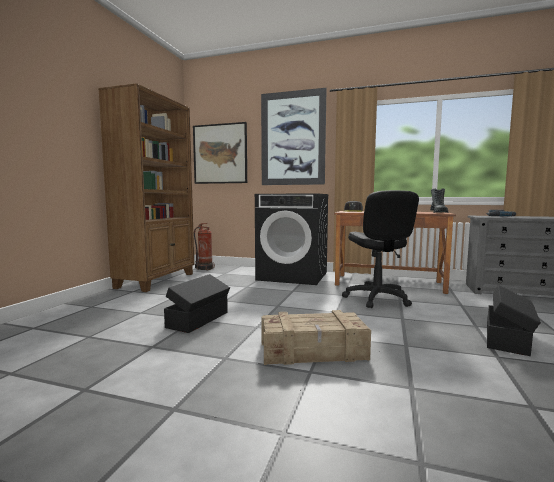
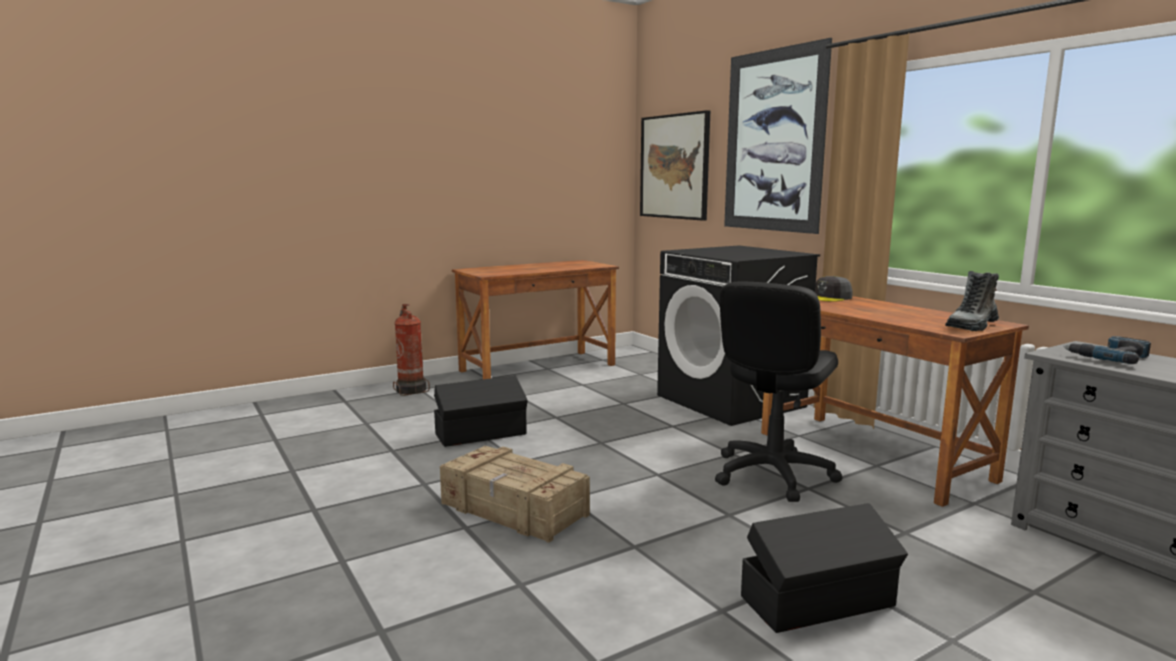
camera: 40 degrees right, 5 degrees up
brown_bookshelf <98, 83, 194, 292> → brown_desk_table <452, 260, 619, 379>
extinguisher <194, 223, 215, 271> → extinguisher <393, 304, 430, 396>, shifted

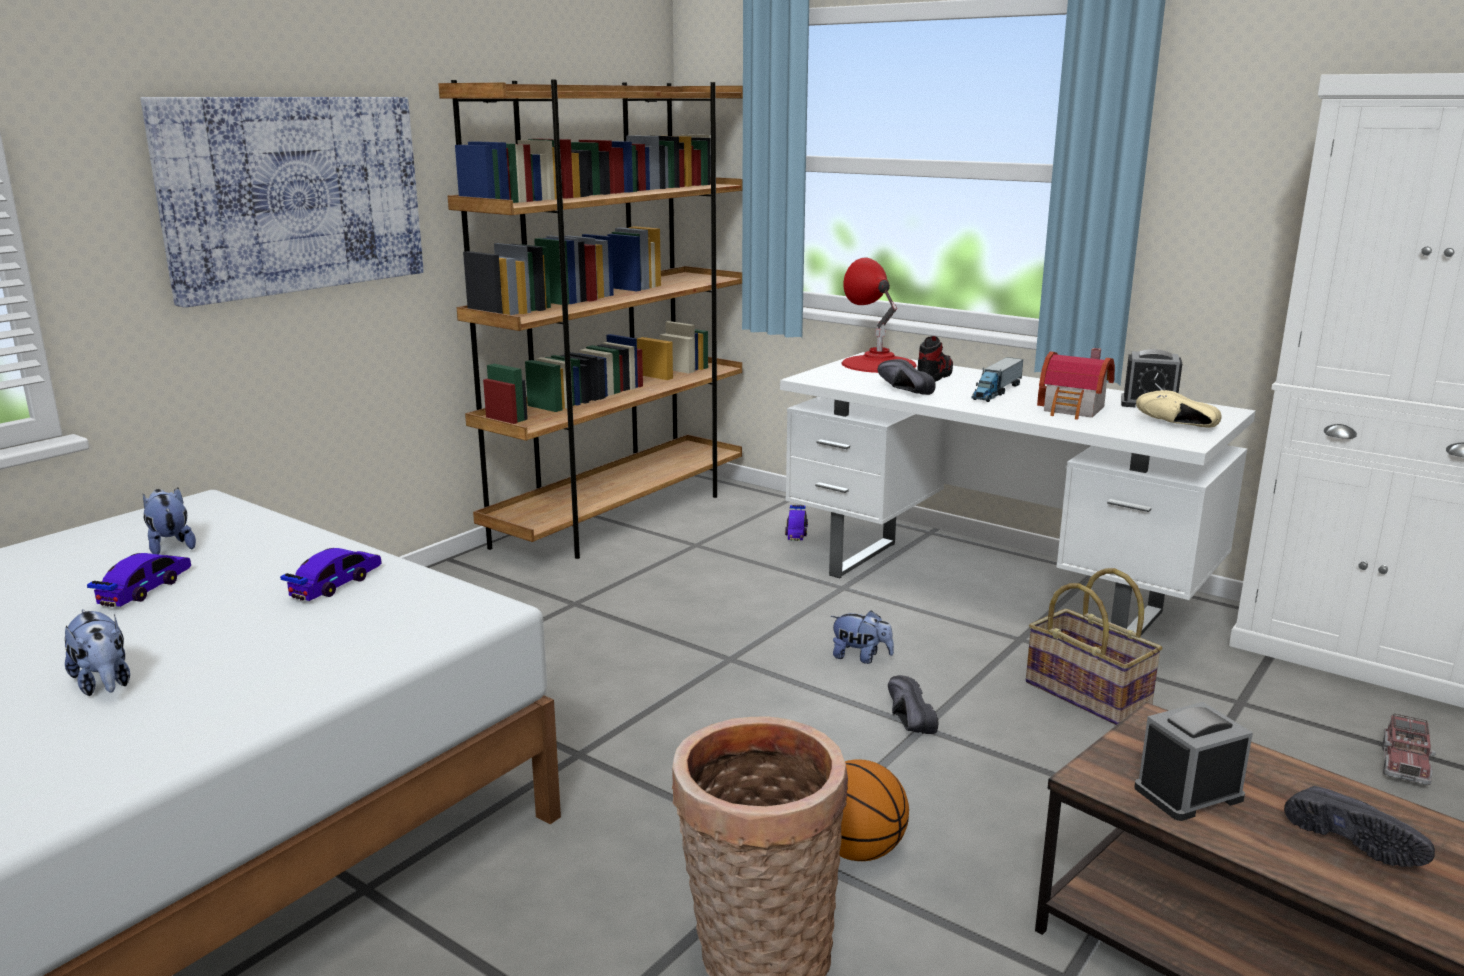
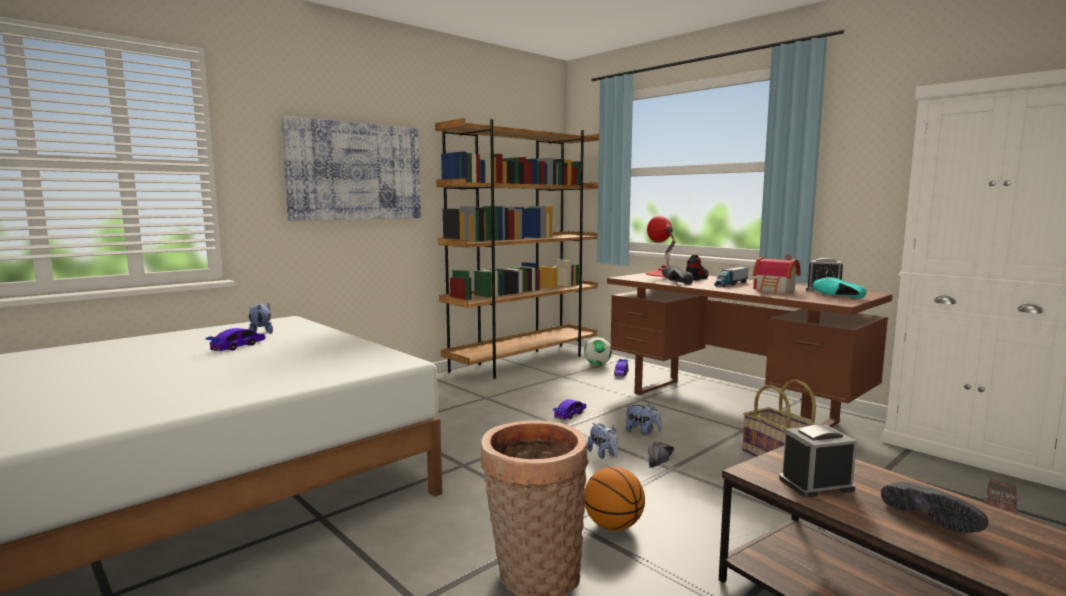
camera: 10 degrees right, 10 degrees down
white-coloured_desk_table <780, 352, 1256, 635> → brown_desk_table <607, 273, 893, 427>
beige_low_shoe <1136, 390, 1221, 428> → turquoise_low_shoe <813, 277, 866, 299>
miniature_car <280, 548, 381, 601> → miniature_car <553, 399, 586, 420>, shifted
cuddly_toy <65, 609, 130, 696> → cuddly_toy <587, 423, 618, 459>, shifted
black_low_shoe <888, 675, 938, 734> → black_low_shoe <648, 442, 674, 467>, 150 degrees counterclockwise
- → football_ball <584, 337, 612, 365>

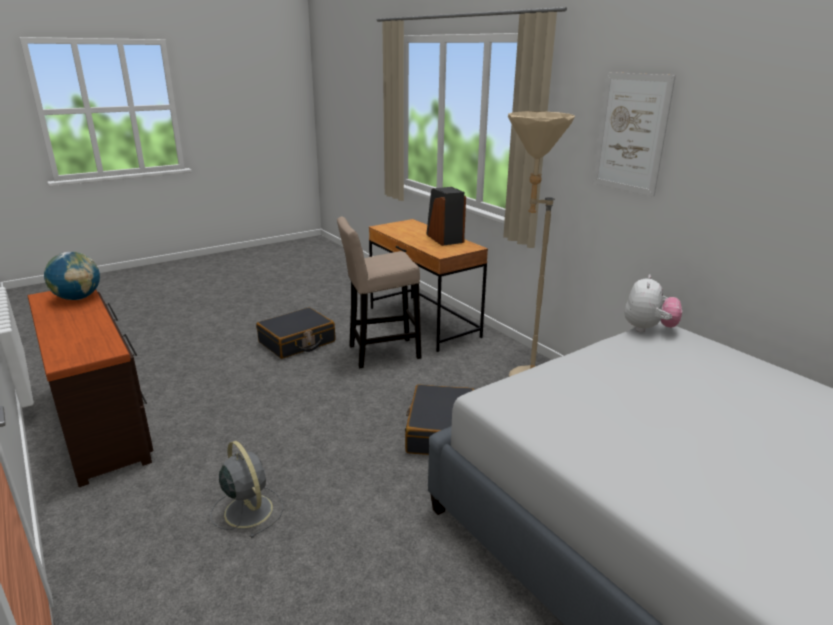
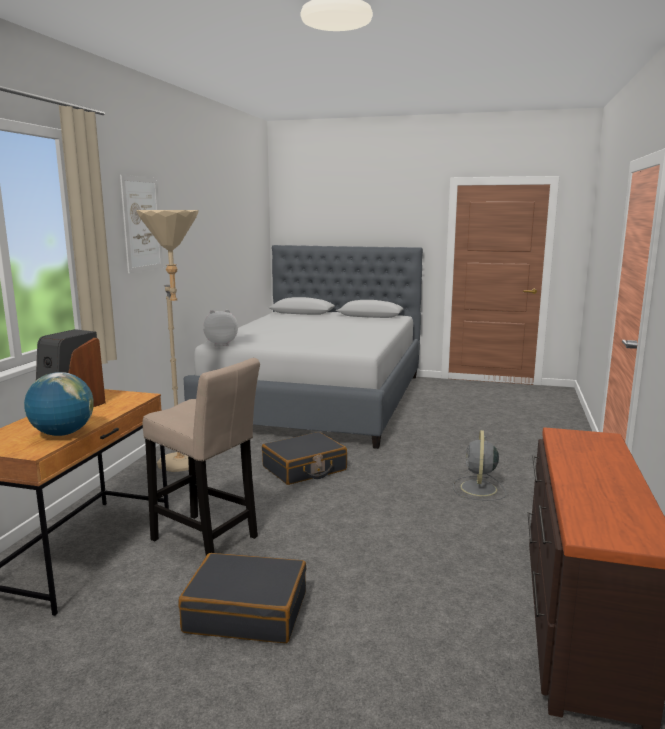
camera: 130 degrees left, 10 degrees down
globe <44, 252, 100, 300> → globe <24, 372, 94, 436>, shifted

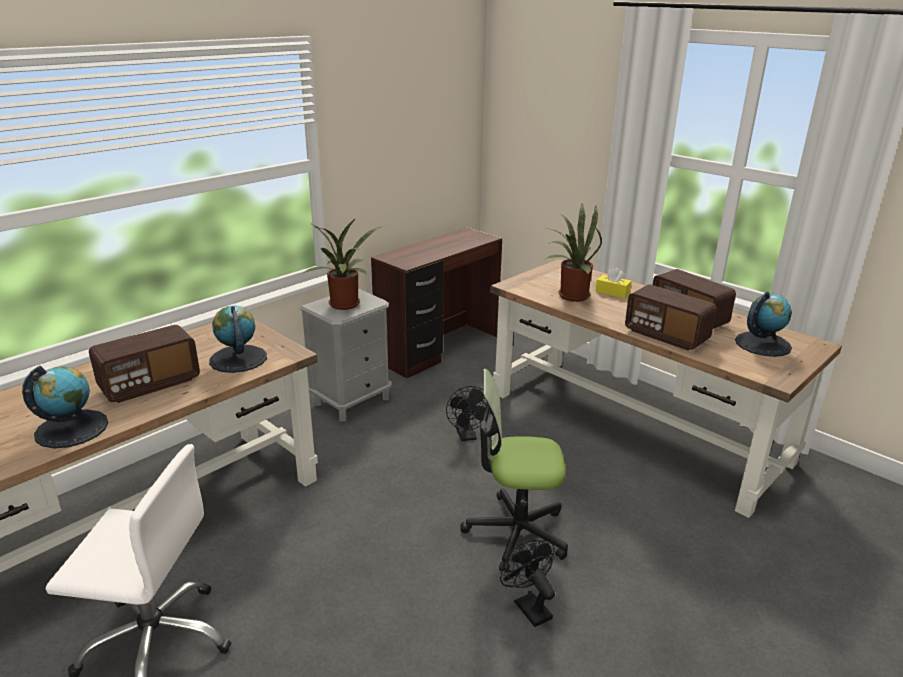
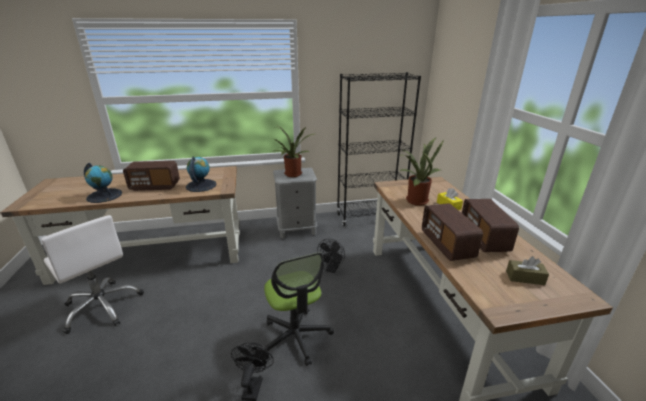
camera: 35 degrees right, 0 degrees up
brown_desk_table <371, 228, 502, 379> → black_bookshelf <337, 72, 421, 226>
globe <735, 291, 792, 357> → brown_tissue_holder <506, 256, 549, 285>
office_chair <460, 369, 568, 573> → office_chair <264, 252, 334, 366>, 150 degrees counterclockwise

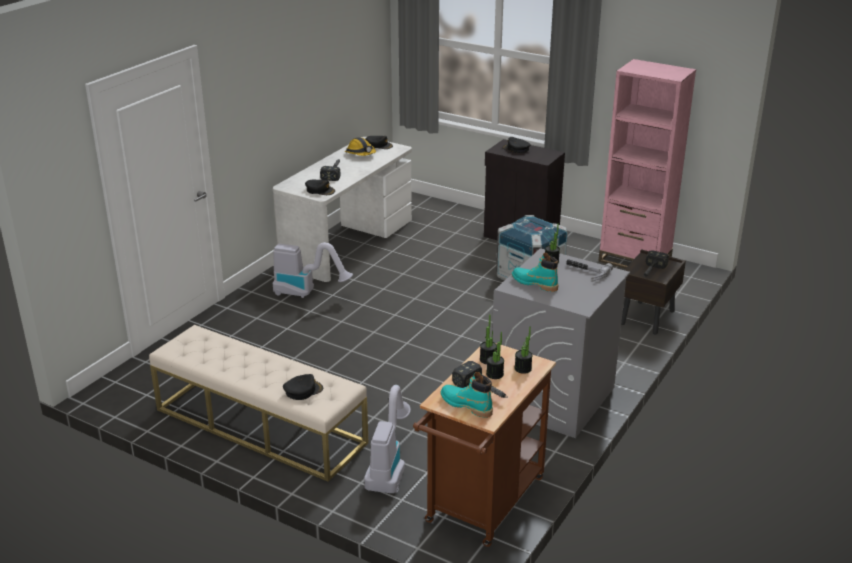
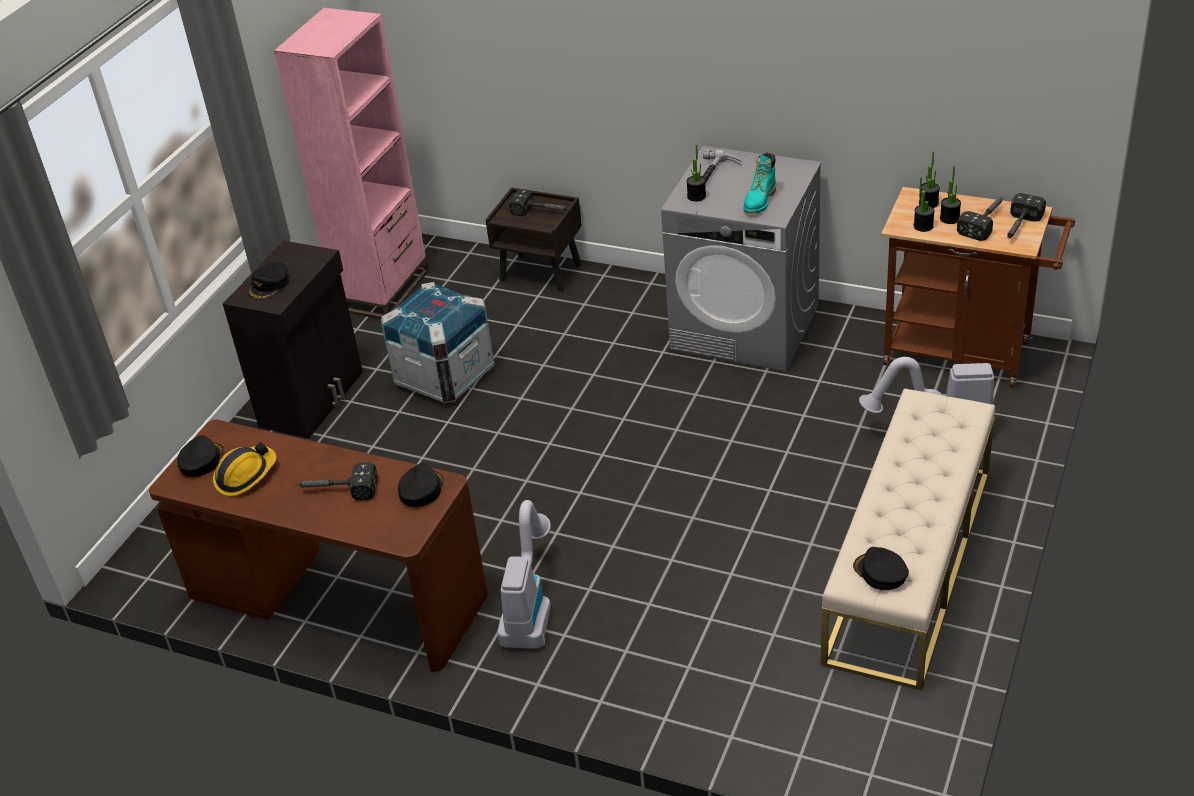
camera: 95 degrees left, 10 degrees up
white-coloured_desk_table <273, 137, 412, 282> → brown_desk_table <149, 419, 488, 672>
turquoise_tall_boot <440, 372, 493, 418> → hammer <1007, 193, 1046, 238>
black_cap <283, 374, 323, 400> → black_cap <853, 547, 909, 590>, shifted

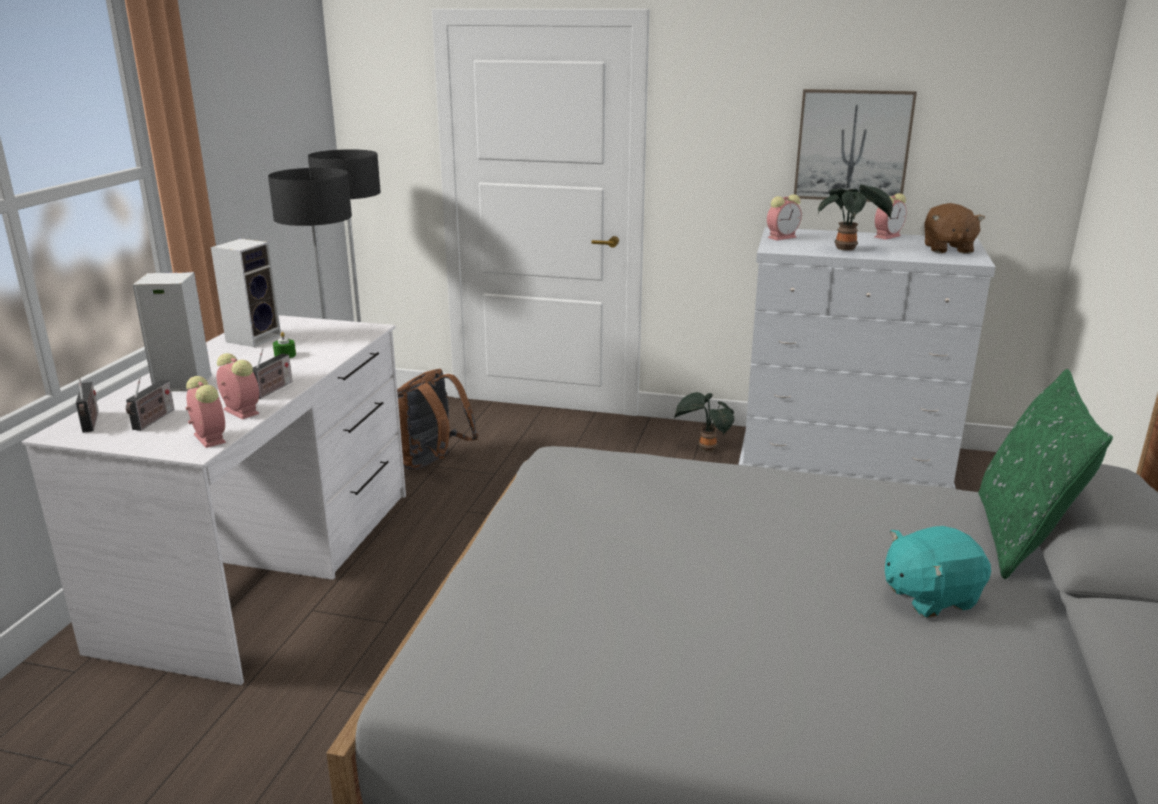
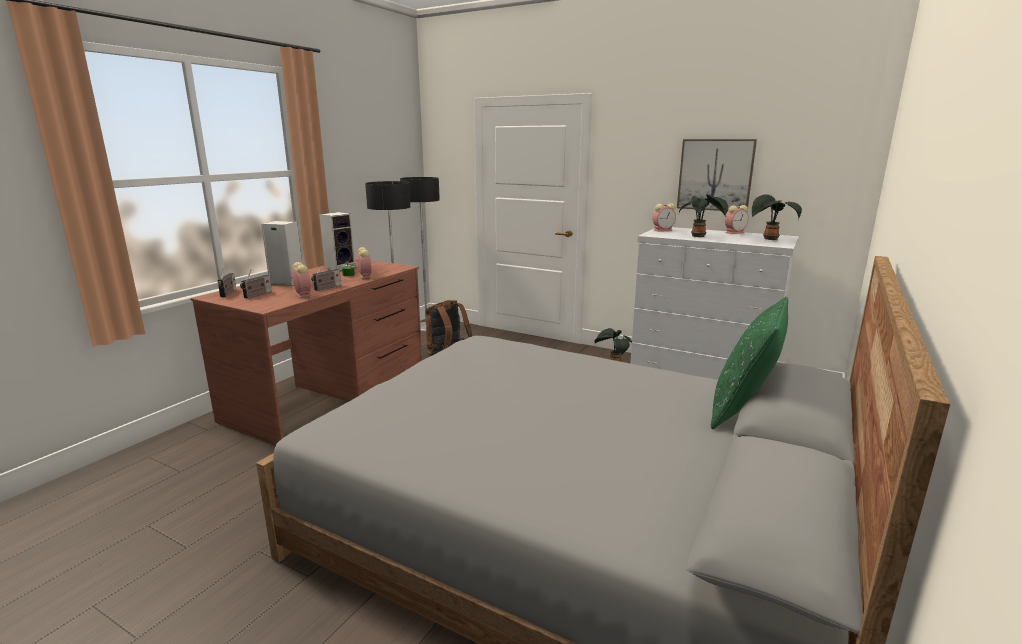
camera: 15 degrees right, 5 degrees down
brown_cuddly_toy <924, 203, 985, 254> → potted_plant <752, 195, 802, 240>
white-coloured_desk_table <22, 315, 406, 685> → brown_desk_table <190, 258, 422, 445>
table_clock <186, 376, 226, 448> → table_clock <356, 247, 371, 279>, shifted
turquoise_cuddly_toy <885, 526, 991, 618> → -

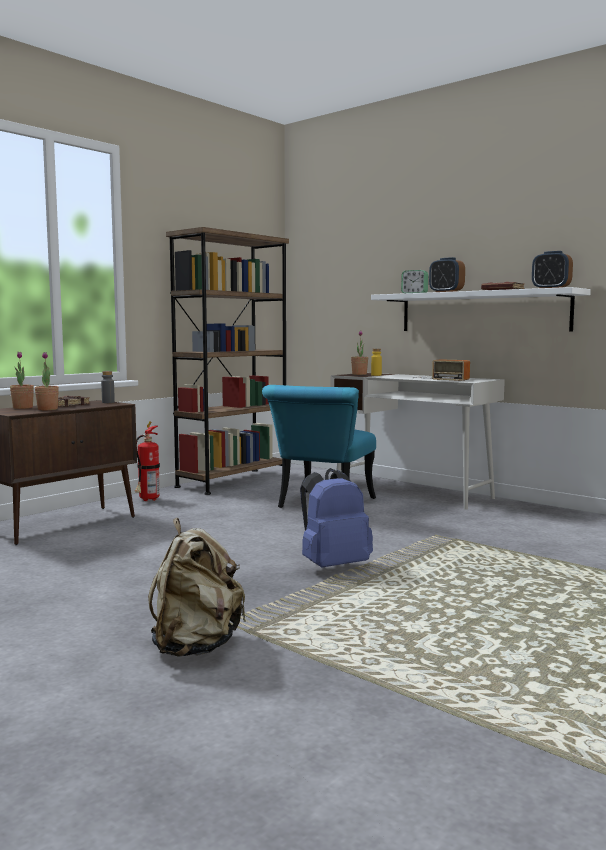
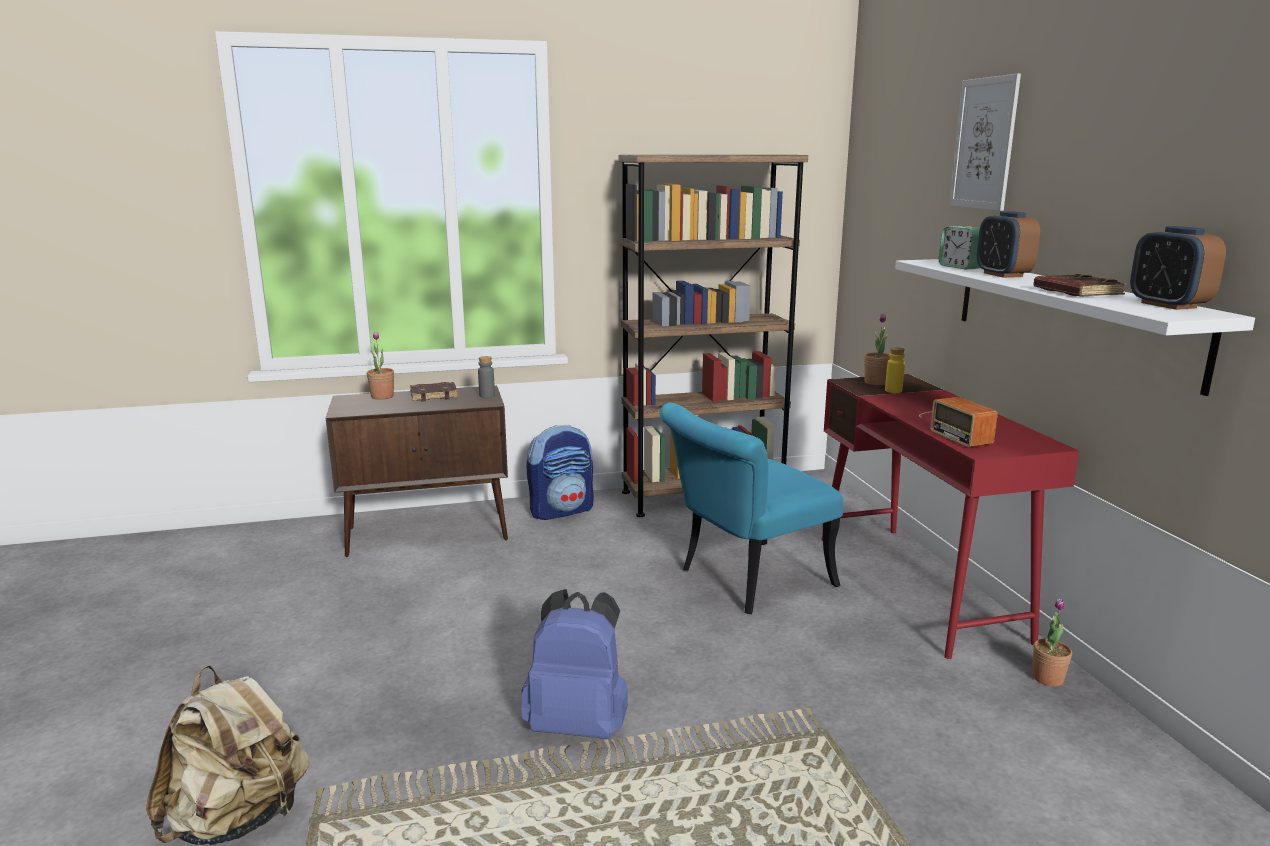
camera: 35 degrees right, 10 degrees up
potted_plant <35, 352, 59, 410> → potted_plant <1032, 599, 1072, 686>, shifted
white-coloured_desk_table <331, 373, 505, 510> → reddish_desk_table <821, 374, 1079, 659>
extinguisher <135, 421, 160, 501> → backpack <526, 425, 594, 520>
- → wall_picture <949, 74, 1021, 211>

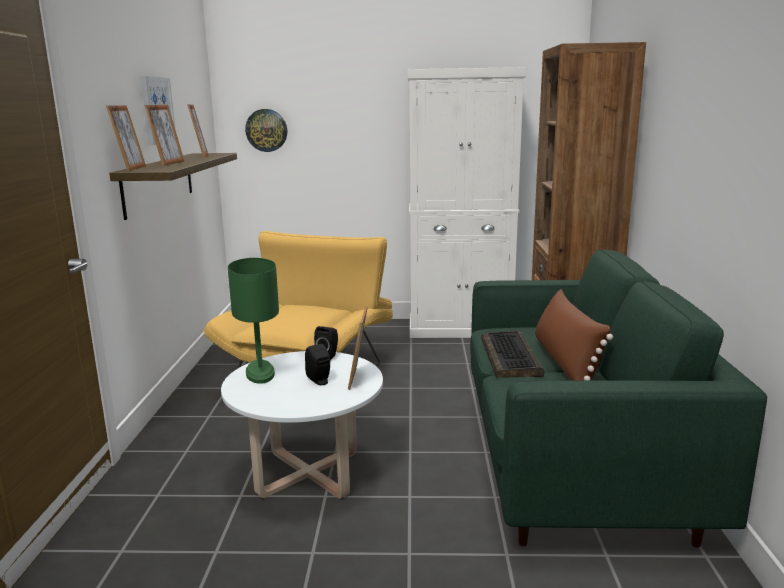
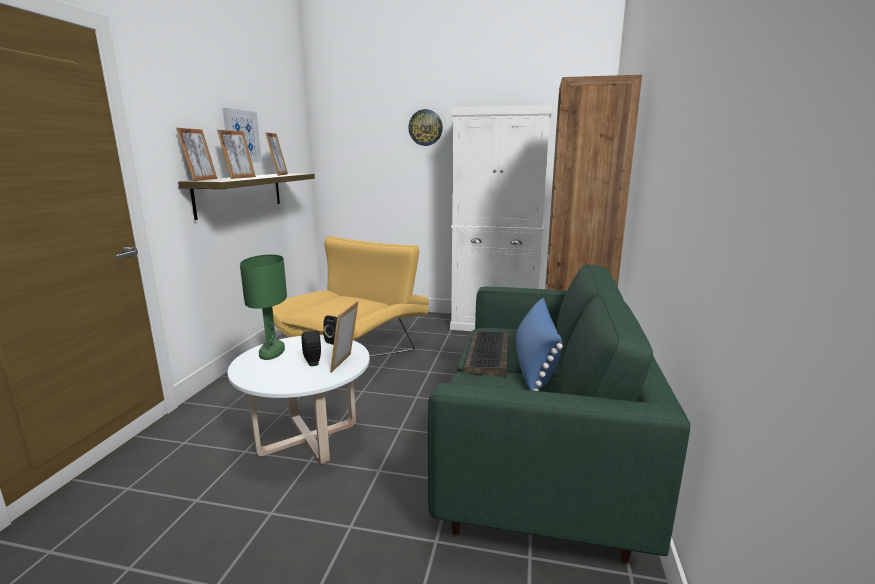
camera: 10 degrees right, 0 degrees up
wall_clock <245, 109, 287, 152> → wall_clock <408, 109, 443, 146>, shifted
brown_pillow <535, 289, 613, 381> → bluish_pillow <516, 298, 563, 391>

